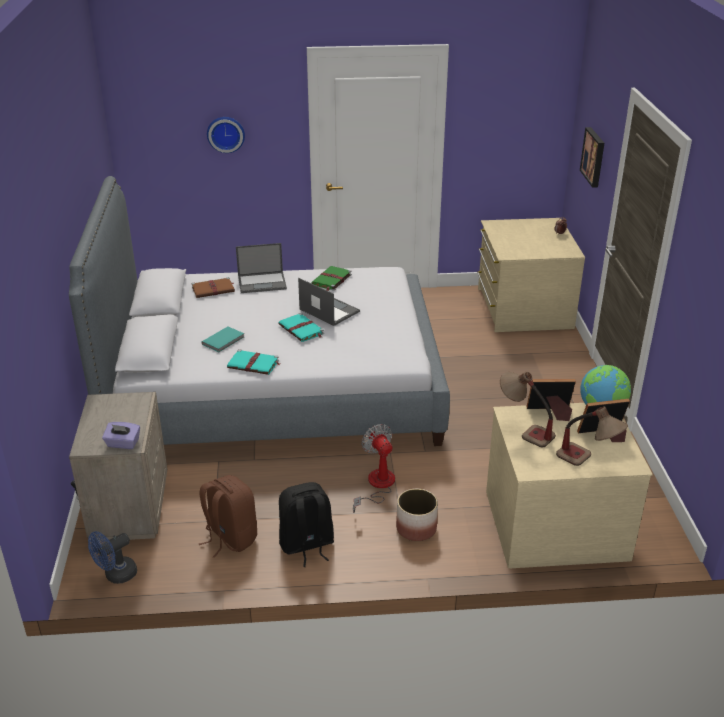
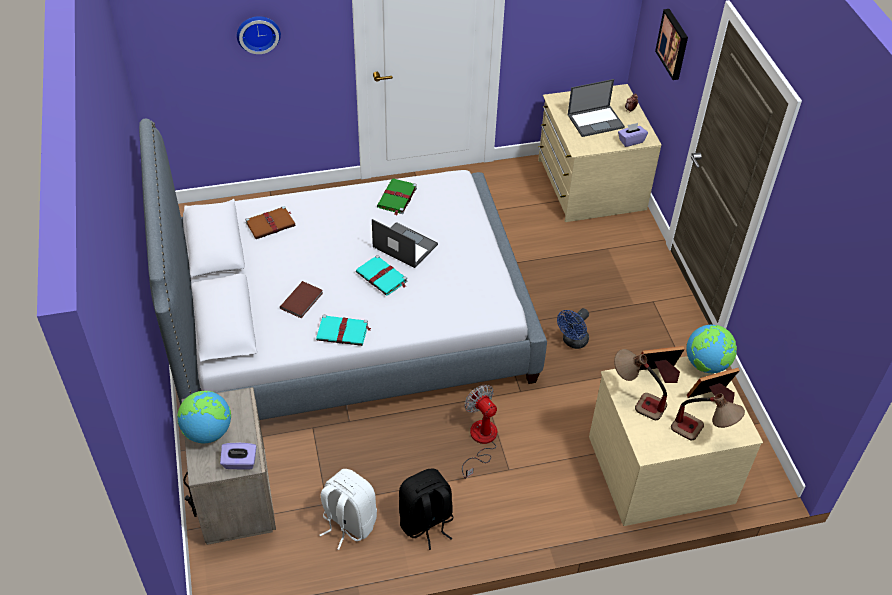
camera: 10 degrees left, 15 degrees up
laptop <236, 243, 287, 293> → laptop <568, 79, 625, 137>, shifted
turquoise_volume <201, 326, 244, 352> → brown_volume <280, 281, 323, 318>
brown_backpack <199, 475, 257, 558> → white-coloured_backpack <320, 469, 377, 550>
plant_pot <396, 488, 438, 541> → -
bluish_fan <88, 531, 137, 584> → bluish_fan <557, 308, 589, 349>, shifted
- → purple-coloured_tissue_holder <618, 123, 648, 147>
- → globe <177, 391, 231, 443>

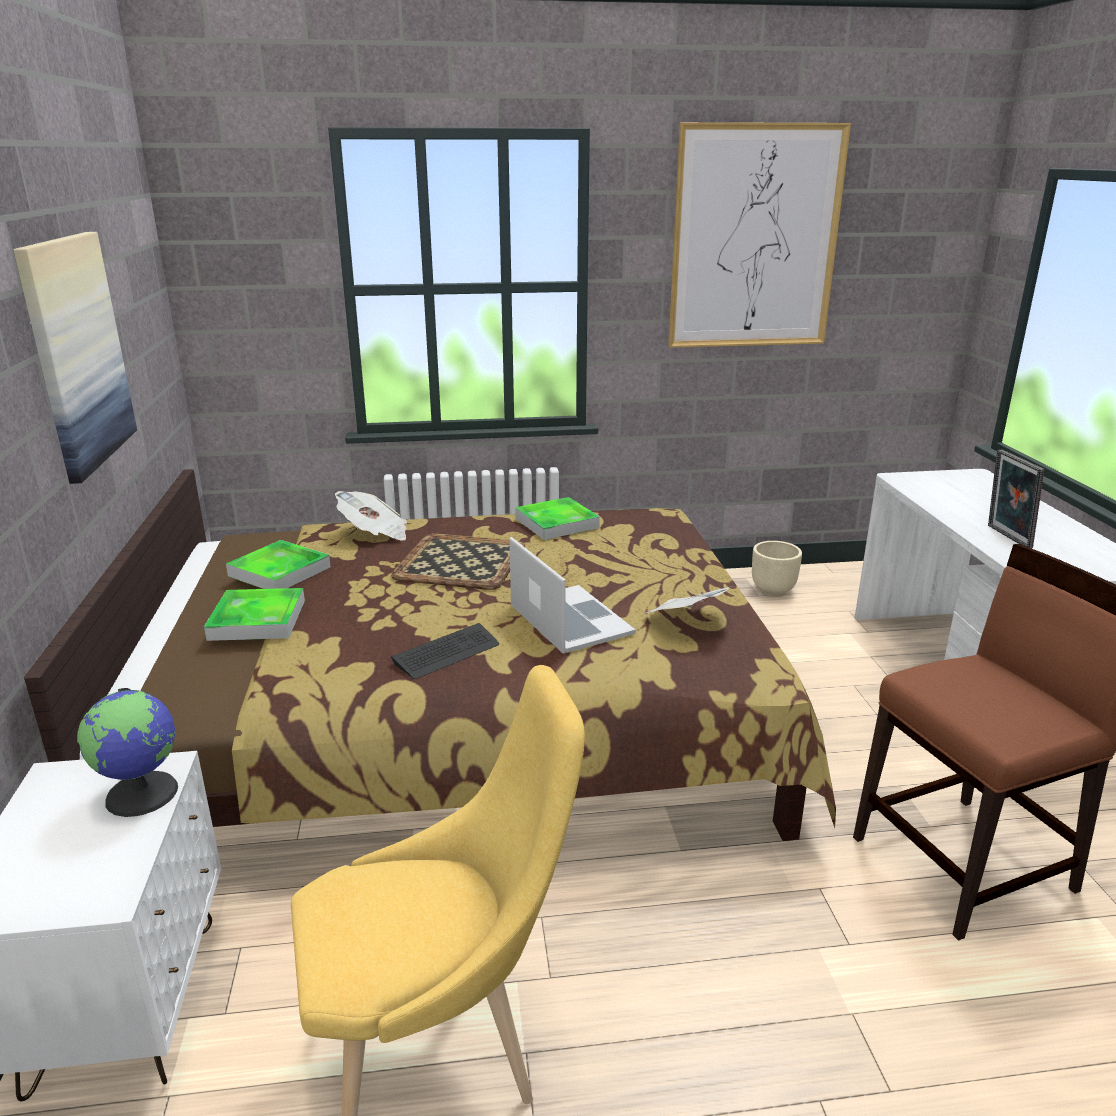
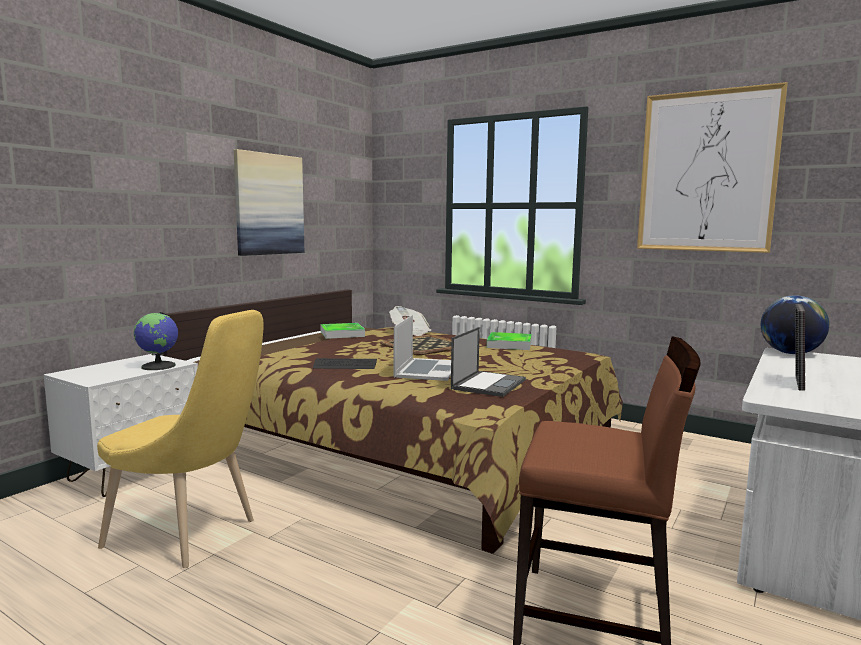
camera: 40 degrees right, 15 degrees down
beige_plant_pot <752, 541, 802, 597> → -
printed_paper <646, 586, 732, 613> → laptop <451, 327, 526, 397>
carrying_tray <204, 588, 305, 641> → -
- → globe <761, 295, 829, 354>

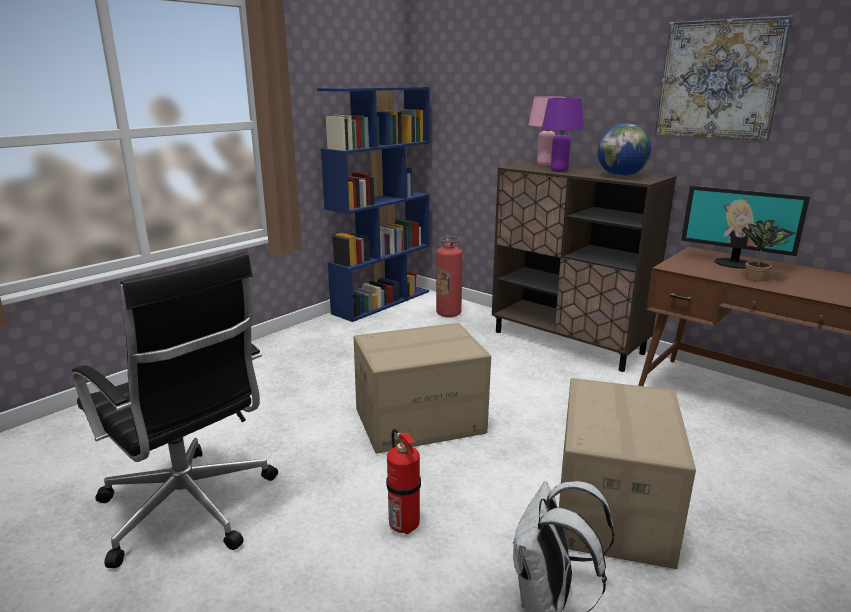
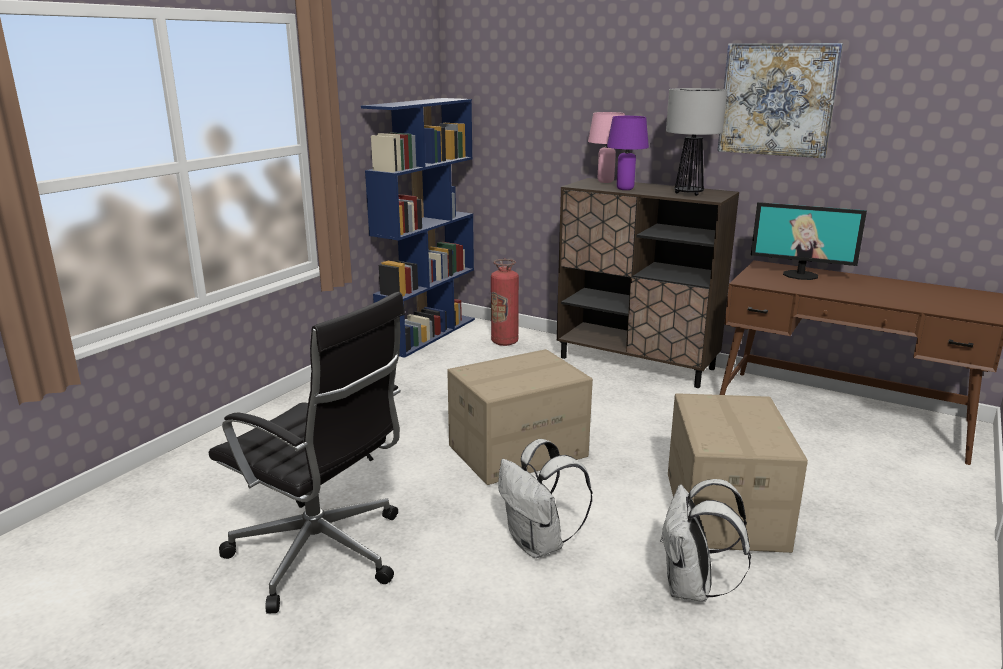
camera: 10 degrees left, 0 degrees up
globe <597, 124, 651, 176> → lamp_for_a_table <666, 88, 727, 196>
potted_plant <742, 220, 795, 281> → -
extinguisher <386, 428, 421, 534> → white-coloured_backpack <498, 439, 593, 558>

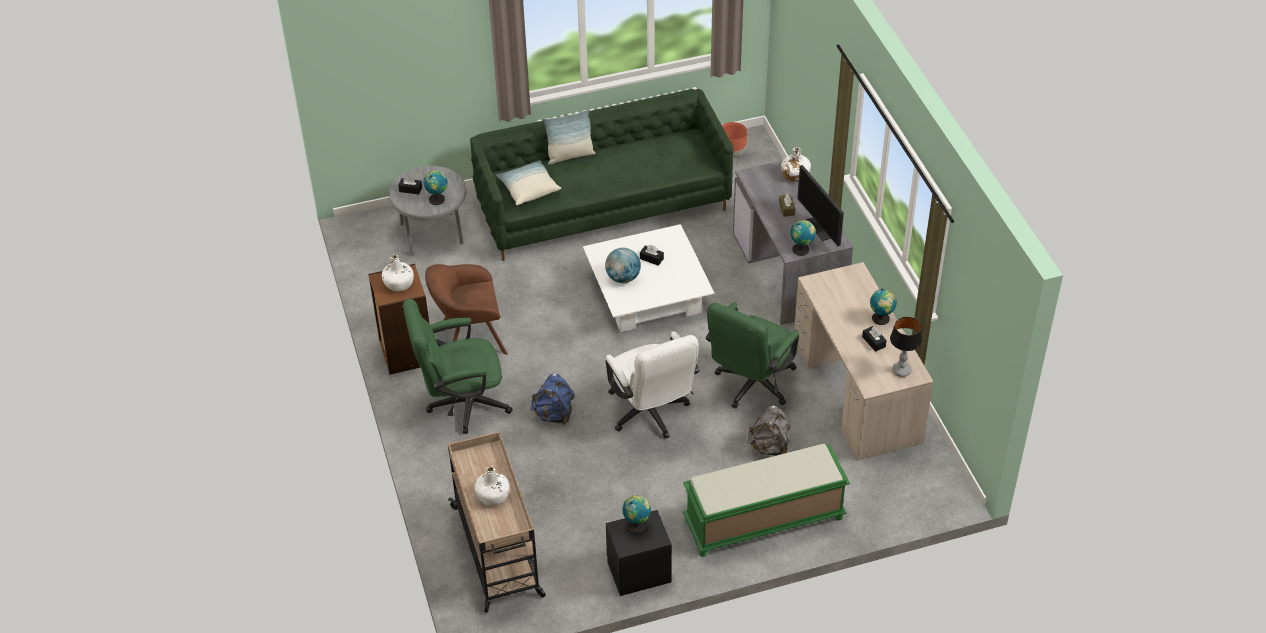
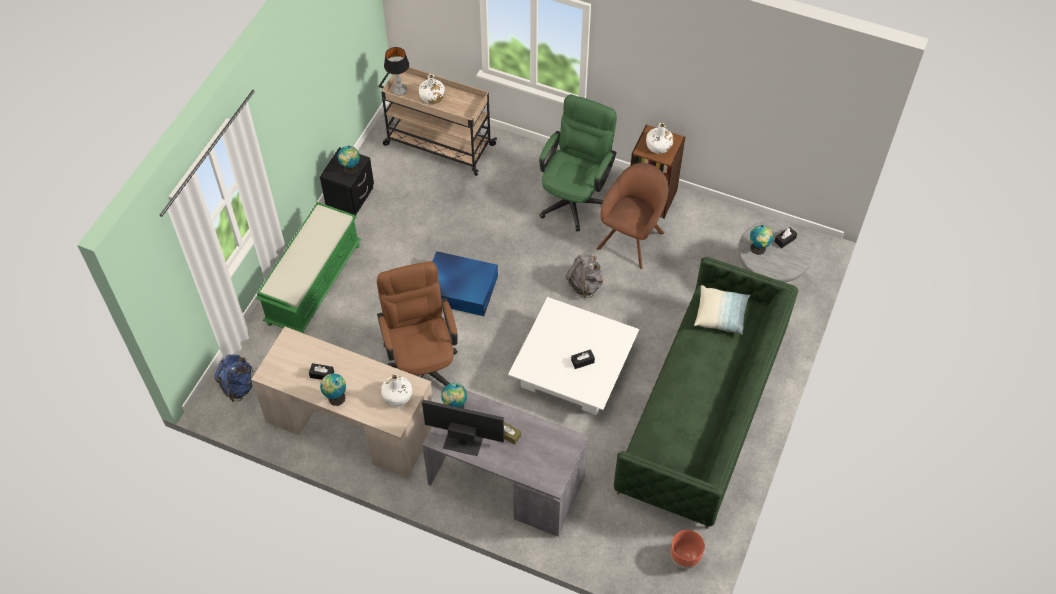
camera: 130 degrees right, 10 degrees up
pillow <543, 109, 596, 165> → -
white-coloured_beverage_bottle <781, 147, 811, 182> → white-coloured_beverage_bottle <381, 374, 412, 406>, shifted
globe <605, 248, 641, 283> → -
green-coloured_office_chair <706, 302, 799, 409> → brown_office_chair <377, 261, 458, 386>
lamp_for_a_table <890, 317, 922, 377> → lamp_for_a_table <384, 47, 409, 96>, shifted
white-coloured_office_chair <606, 331, 700, 439> → bluish_storage_bin <432, 251, 498, 316>
bluish_backpack <531, 373, 575, 425> → bluish_backpack <214, 355, 253, 402>, shifted
grey_backpack <748, 405, 790, 456> → grey_backpack <566, 252, 603, 298>, shifted

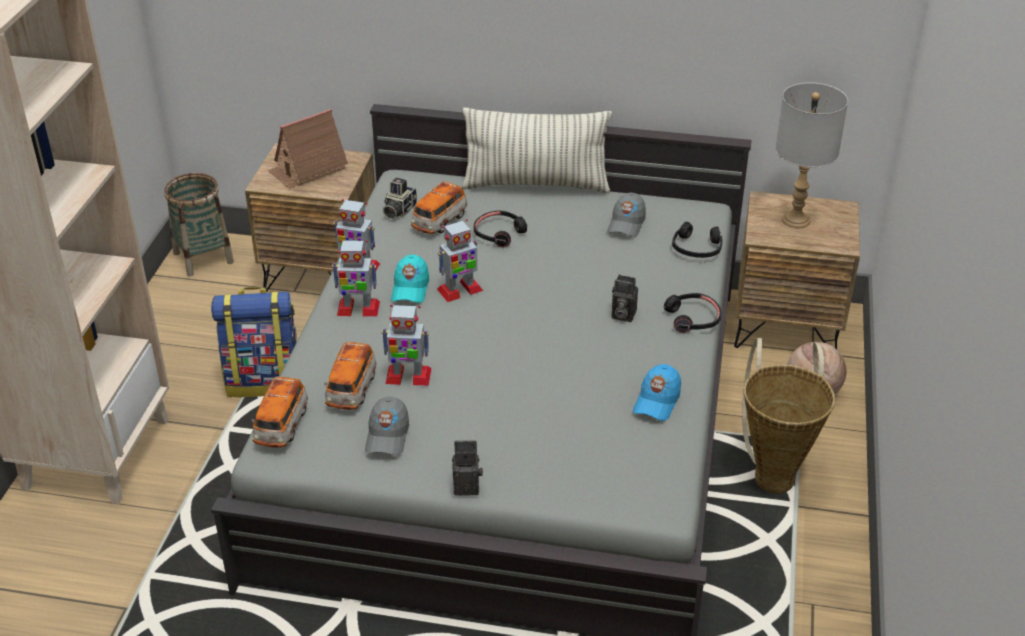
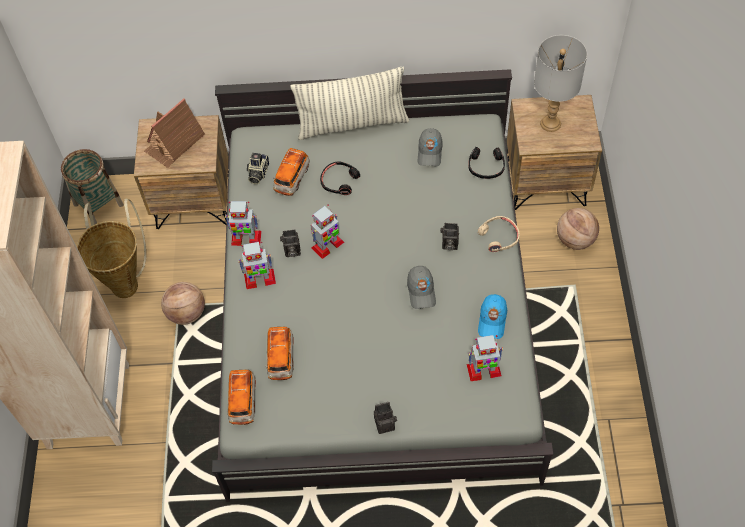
camera: 10 degrees left, 20 degrees up
turquoise_cap <391, 255, 429, 303> → still_camera <280, 230, 301, 257>
backpack <211, 287, 297, 397> → ball_for_basketball <161, 282, 205, 325>
black_headphones <664, 293, 721, 333> → beige_headphones <478, 216, 520, 252>
toy_robot <382, 305, 432, 386> → toy_robot <467, 335, 503, 381>, shifted
household_basket <742, 338, 835, 494> → household_basket <77, 199, 147, 298>, shifted
grey_cap <365, 396, 409, 455> → grey_cap <407, 266, 436, 309>, shifted

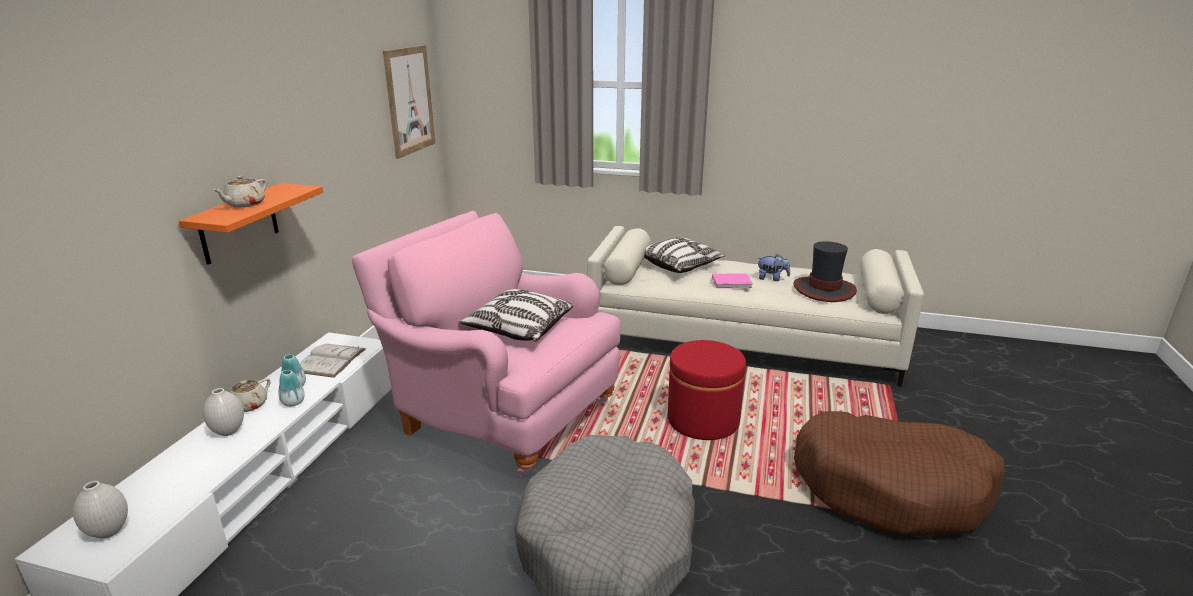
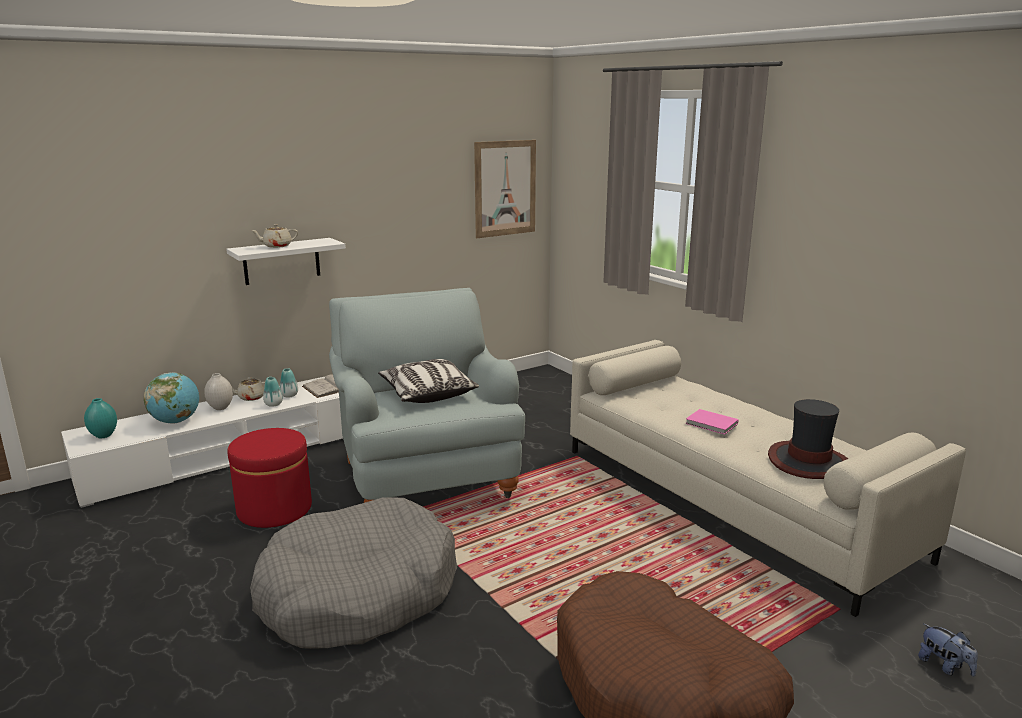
camera: 40 degrees right, 5 degrees down
orange_shelf <179, 183, 323, 265> → white-coloured_shelf <226, 238, 346, 285>
pink_lounge_chair <352, 211, 620, 477> → grey_lounge_chair <329, 288, 525, 503>
pillow <644, 237, 725, 273> → -
cuddly_toy <757, 254, 790, 281> → cuddly_toy <918, 624, 978, 677>, shifted
reddish_ottoman <668, 340, 746, 440> → reddish_ottoman <227, 428, 312, 528>, shifted
white-coloured_vase <73, 481, 128, 539> → turquoise_vase <84, 398, 117, 438>
- → globe <144, 372, 199, 424>

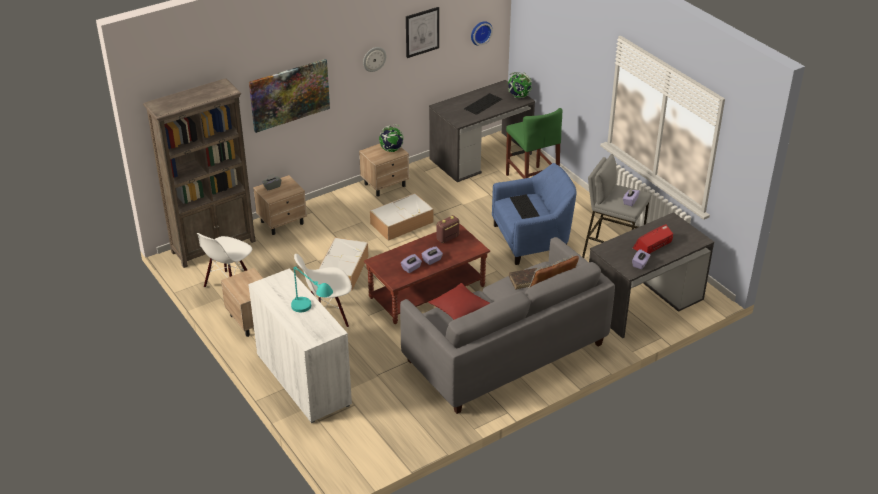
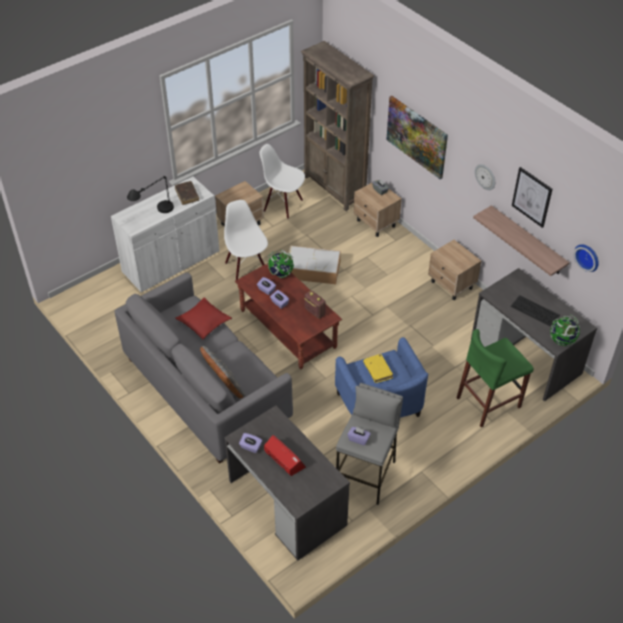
camera: 85 degrees right, 10 degrees up
globe <379, 124, 404, 152> → globe <267, 250, 294, 278>, shifted
storage_bin <370, 193, 433, 241> → -
PC_keyboard <510, 194, 539, 219> → yellowish_volume <363, 354, 393, 383>
turquoise_lamp_for_a_table <291, 266, 333, 312> → black_lamp_for_a_table <127, 176, 174, 213>
brown_volume <509, 268, 538, 289> → brown_volume <175, 181, 199, 205>, shifted
- → shelf <473, 205, 570, 276>

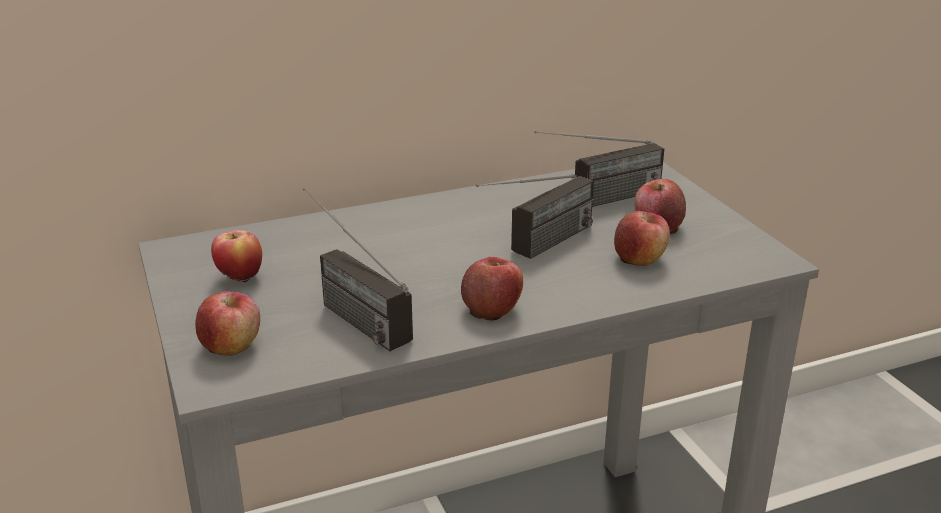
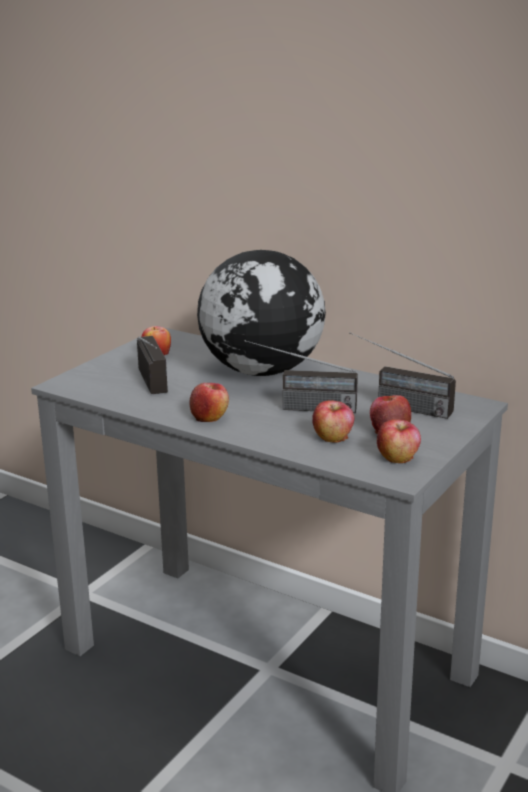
camera: 55 degrees right, 5 degrees down
radio_set <303, 188, 413, 351> → radio_set <137, 336, 168, 394>, 150 degrees clockwise
apple_fruit <195, 291, 260, 356> → apple_fruit <377, 419, 421, 463>, shifted
- → globe <197, 250, 326, 376>

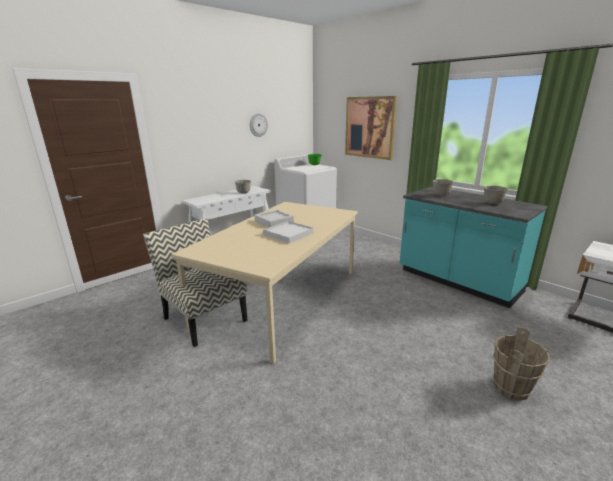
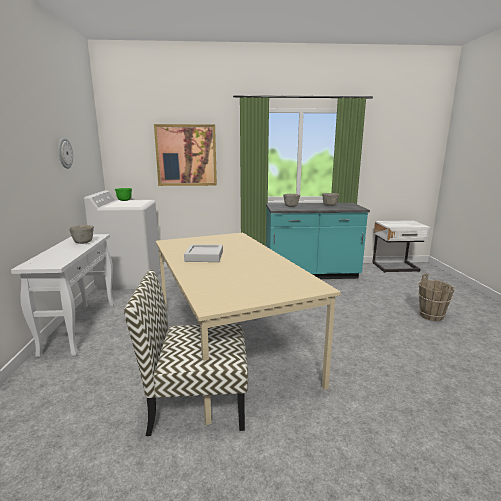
camera: 50 degrees left, 5 degrees down
white-coloured_carrying_tray <263, 221, 314, 243> → -

